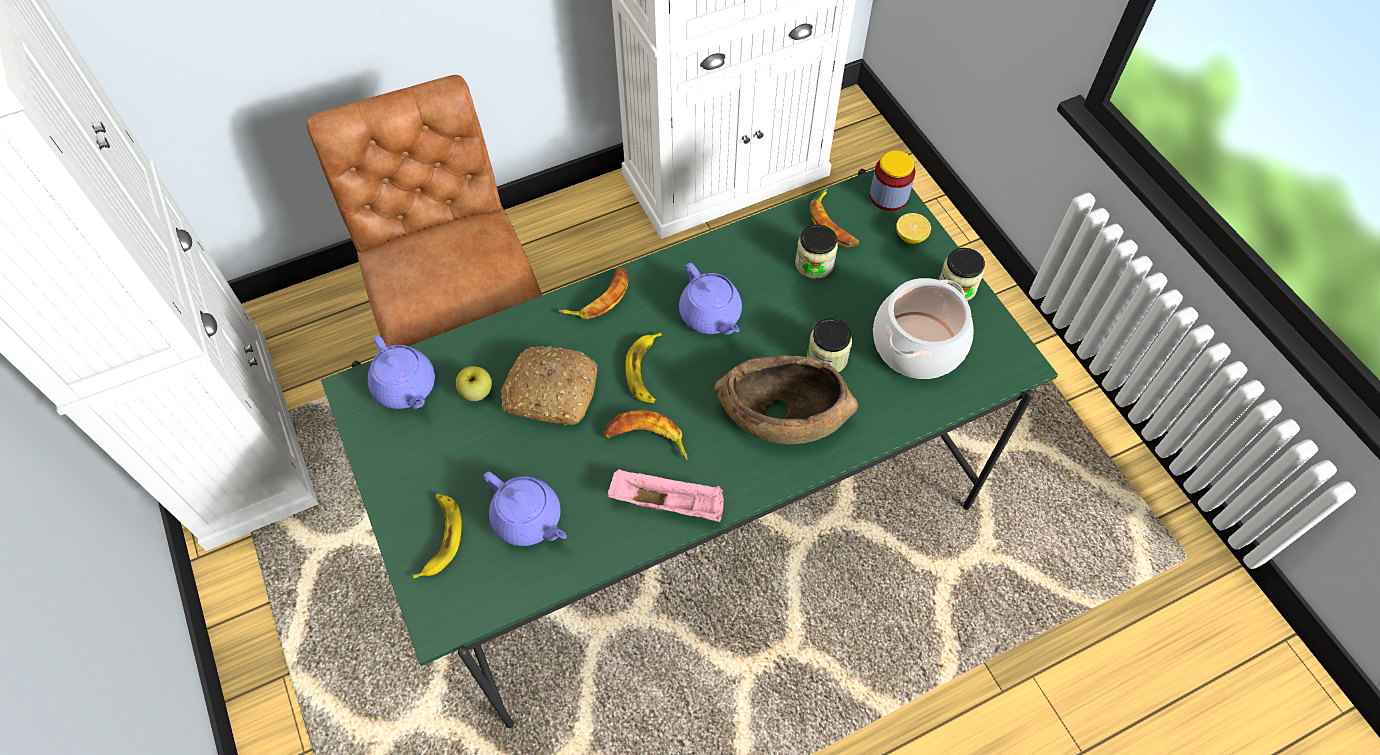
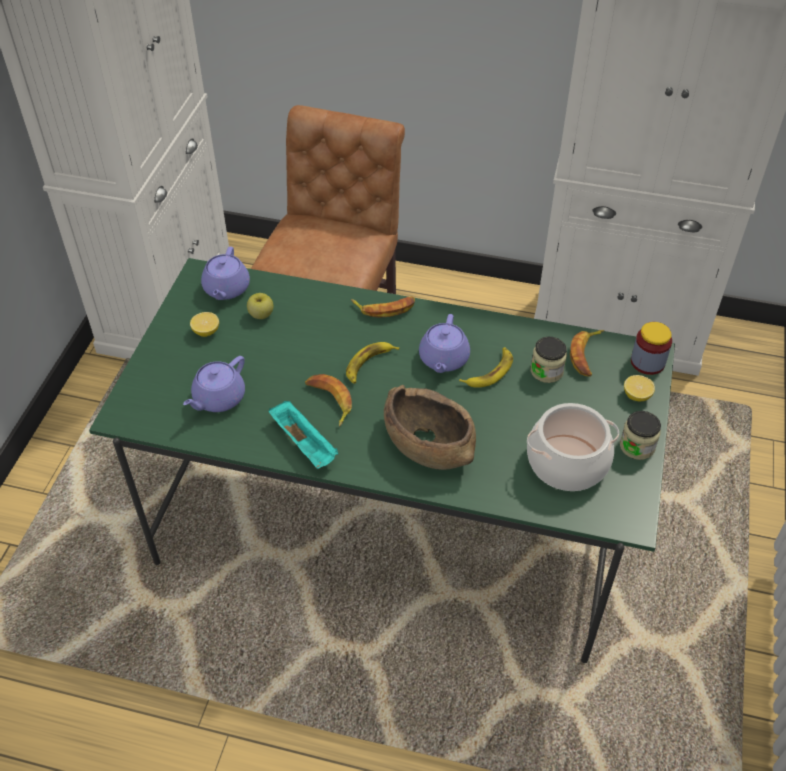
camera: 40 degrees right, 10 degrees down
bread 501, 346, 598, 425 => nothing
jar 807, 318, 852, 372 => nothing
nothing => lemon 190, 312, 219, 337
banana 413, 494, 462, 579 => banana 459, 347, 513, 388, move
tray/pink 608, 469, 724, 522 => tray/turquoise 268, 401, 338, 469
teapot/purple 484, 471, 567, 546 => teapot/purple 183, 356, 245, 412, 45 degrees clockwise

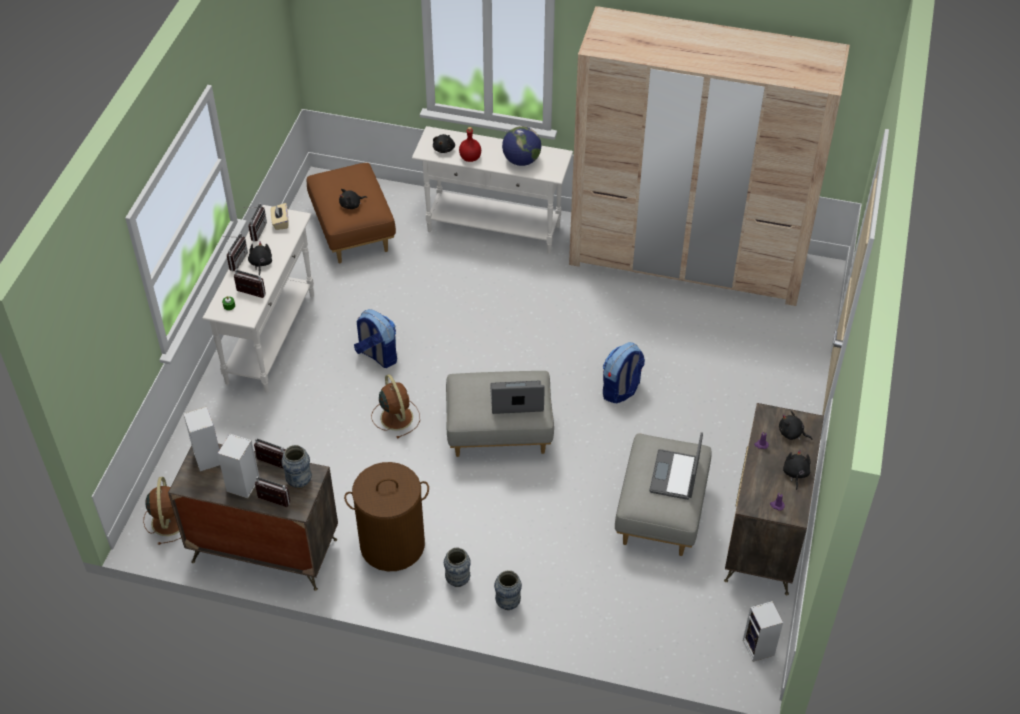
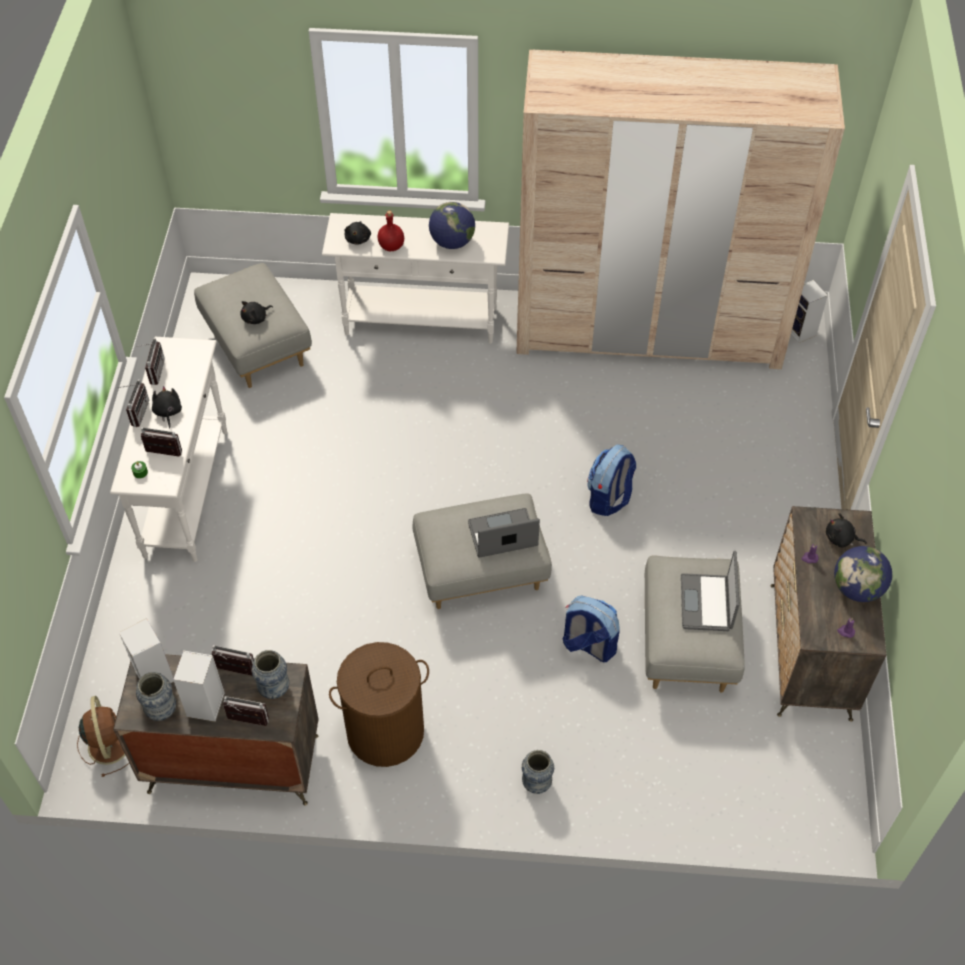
camera: 10 degrees left, 5 degrees up
tissue box/beige 271, 203, 288, 230 => nothing
fan/brown 371, 374, 420, 438 => nothing
backpack 354, 309, 397, 368 => backpack 562, 596, 620, 662, move
vase 444, 548, 471, 587 => vase 136, 672, 176, 721, move
speaker 743, 601, 783, 662 => speaker 791, 280, 828, 343, move
plush toy/black 783, 450, 810, 490 => globe 834, 546, 892, 602
ottoman/brown 307, 163, 396, 264 => ottoman/grey 194, 263, 312, 388

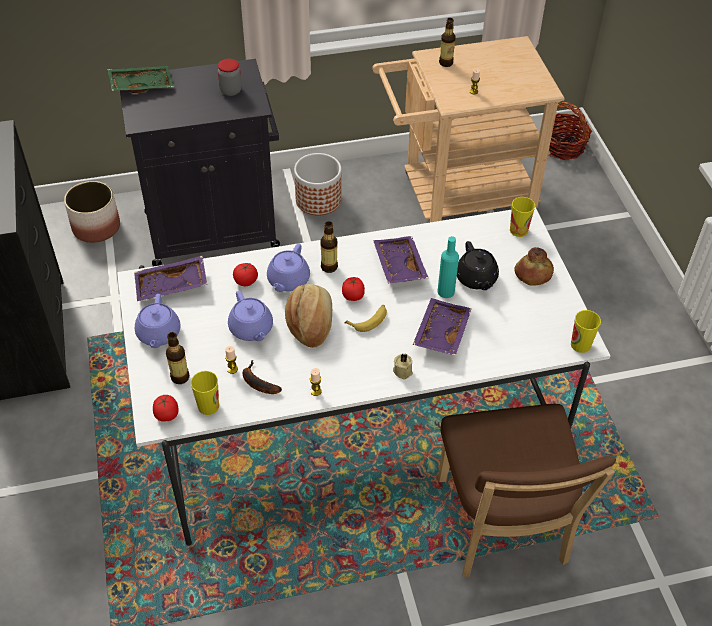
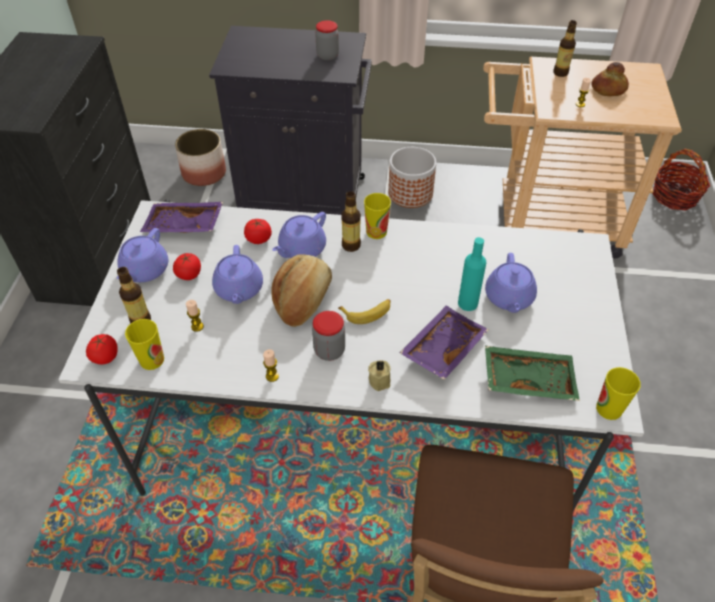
camera: 20 degrees right, 0 degrees up
banana 243, 360, 282, 394 => nothing
tray/purple 373, 236, 428, 284 => nothing
nothing => jar 312, 311, 345, 361
tray/green 107, 66, 174, 93 => tray/green 485, 346, 580, 401, move
tomato 342, 277, 365, 301 => tomato 173, 253, 201, 280, move
cup 510, 197, 535, 237 => cup 364, 193, 391, 239, move
bread 515, 247, 554, 286 => bread 591, 62, 629, 96, move
teapot/black 457, 241, 499, 290 => teapot/purple 485, 253, 537, 313

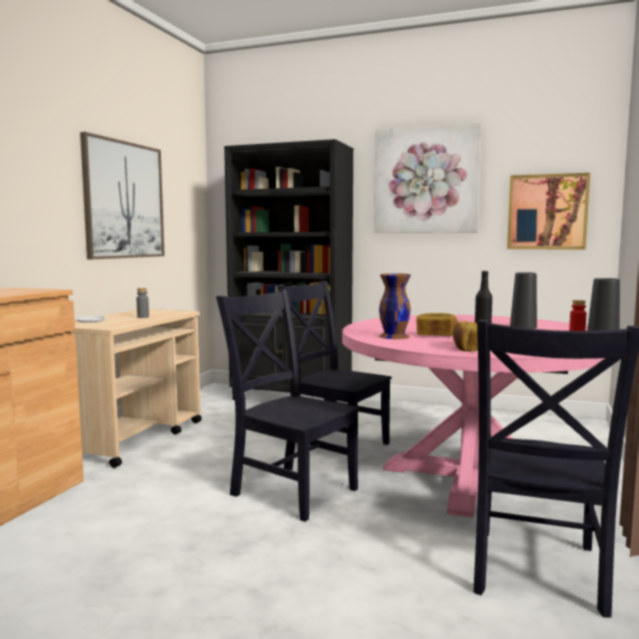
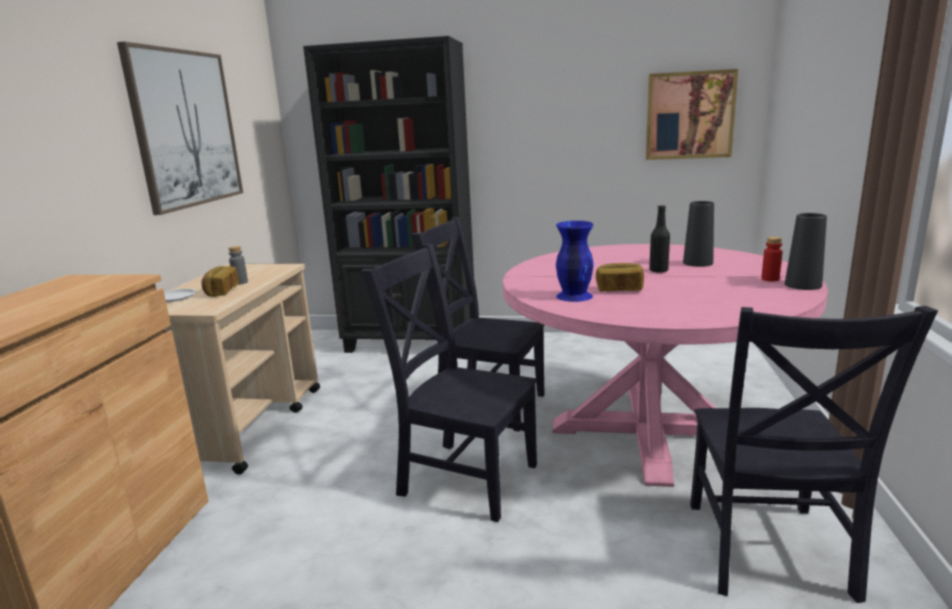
camera: 10 degrees left, 10 degrees up
picture 374, 122, 482, 233 => nothing
bread 453, 321, 478, 352 => bread 202, 266, 239, 297, move
vase/brown 379, 273, 411, 339 => vase/blue 556, 221, 594, 302

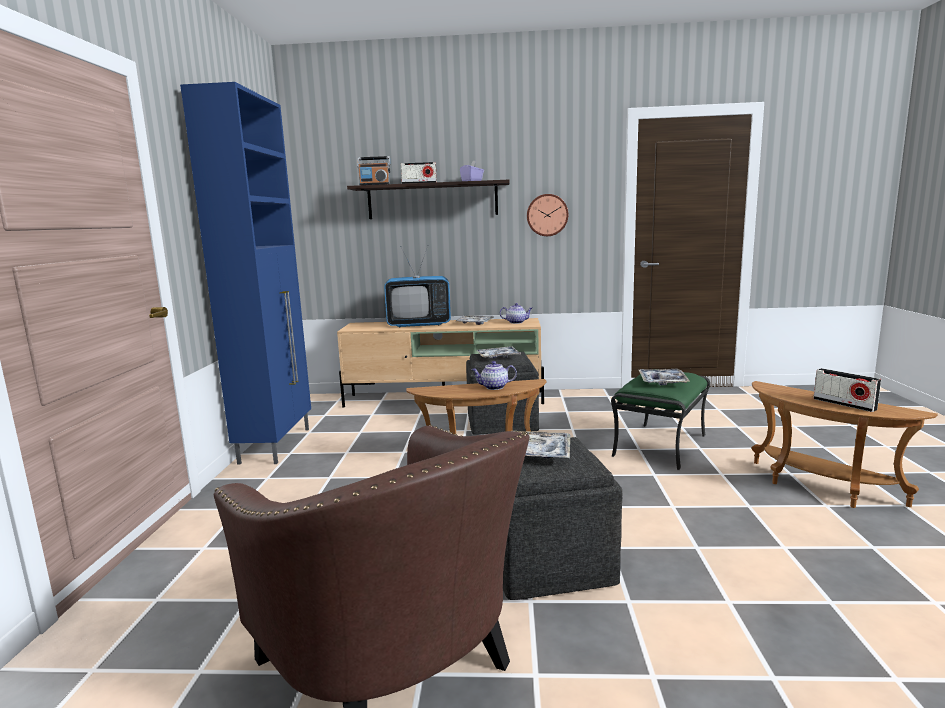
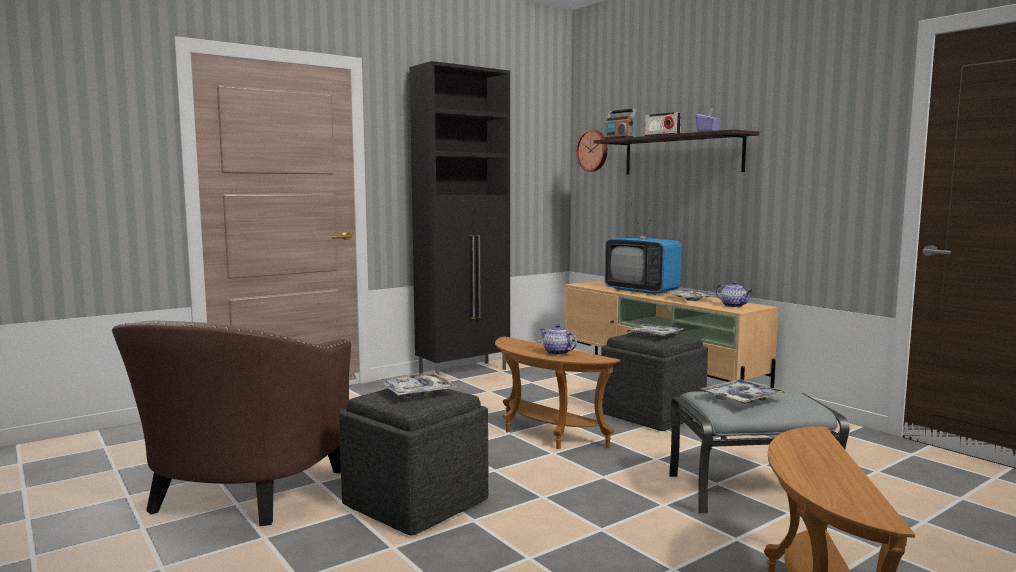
camera: 50 degrees right, 5 degrees down
radio 813, 368, 881, 412 => nothing
wall clock 527, 194, 568, 236 => wall clock 576, 130, 608, 171, move
cabinet/blue 180, 82, 311, 465 => cabinet/black 410, 61, 510, 379
ottoman/green 611, 369, 710, 470 => ottoman/grey 669, 389, 849, 514

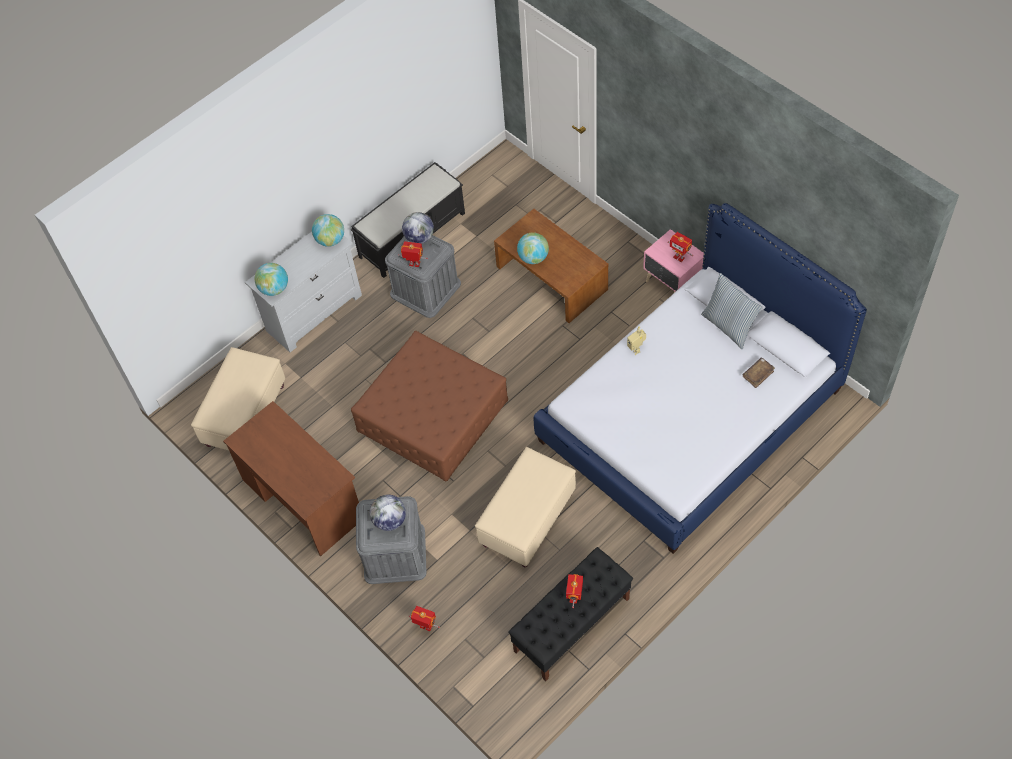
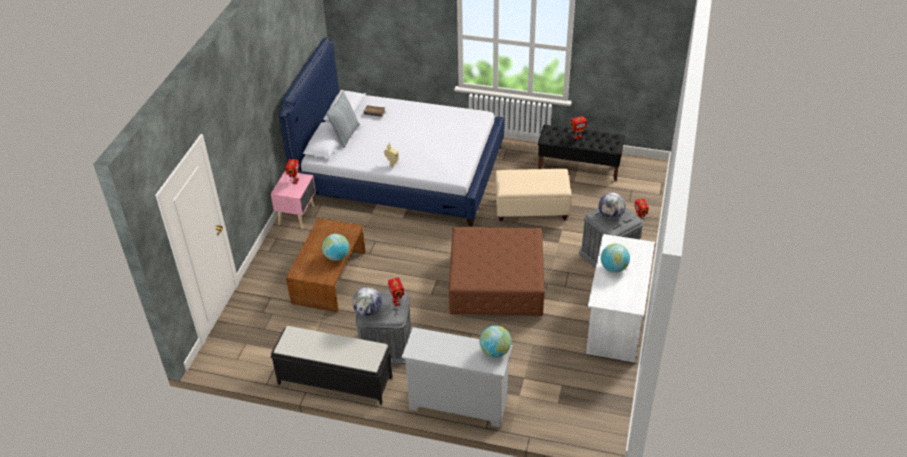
camera: 125 degrees left, 15 degrees down
ottoman/beige 191, 347, 285, 450 => nothing
globe 312, 214, 344, 247 => globe 601, 244, 630, 273, move
desk/brown 223, 401, 359, 556 => desk/white 586, 234, 655, 363

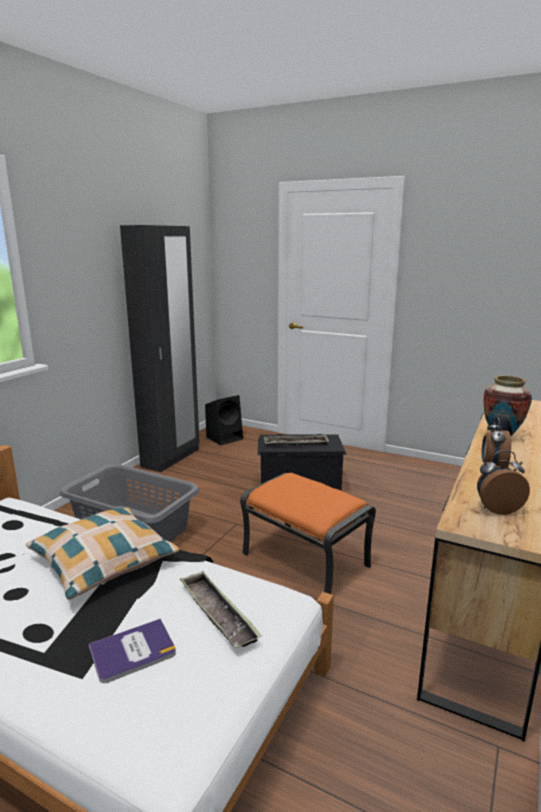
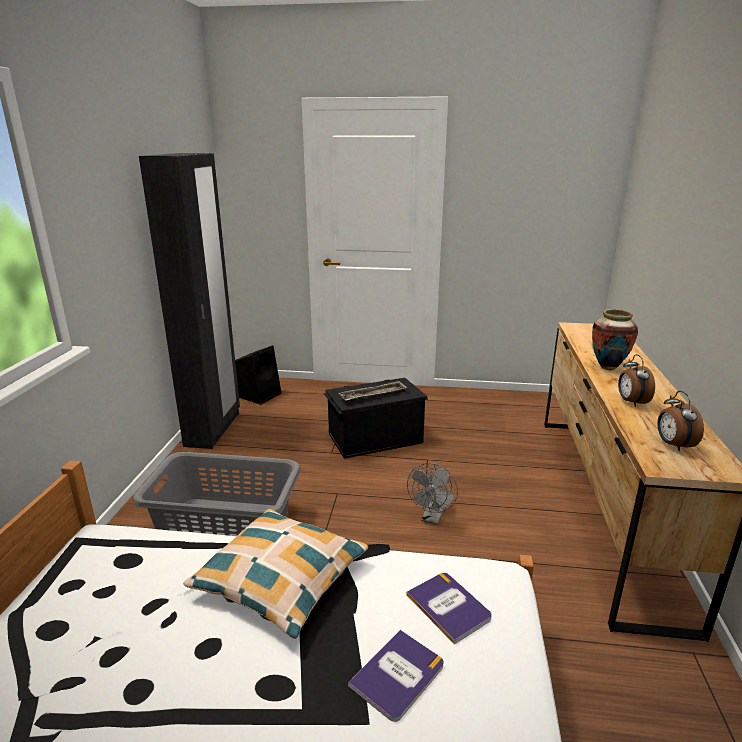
camera: 20 degrees left, 5 degrees up
tray 180, 571, 262, 648 => book 406, 573, 492, 644
ottoman/orange 240, 473, 376, 594 => fan/grey 407, 463, 458, 525
alarm clock 477, 450, 530, 515 => alarm clock 657, 391, 704, 451, 75 degrees counterclockwise

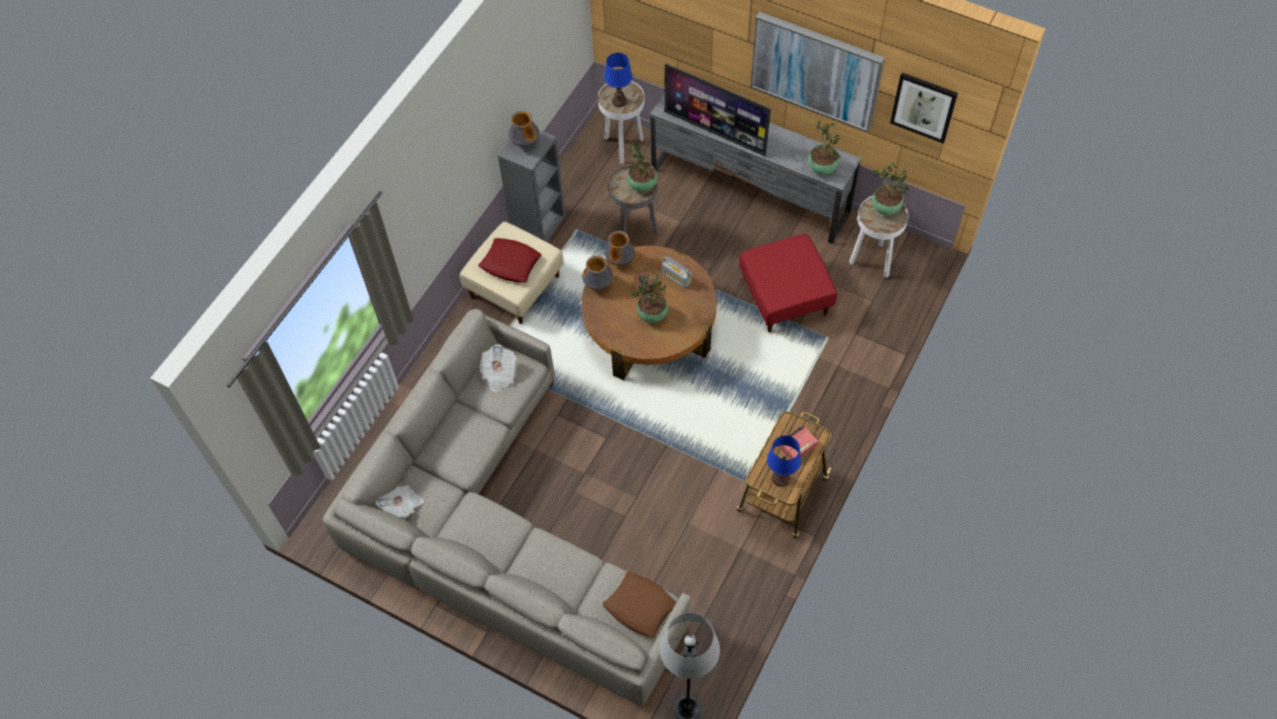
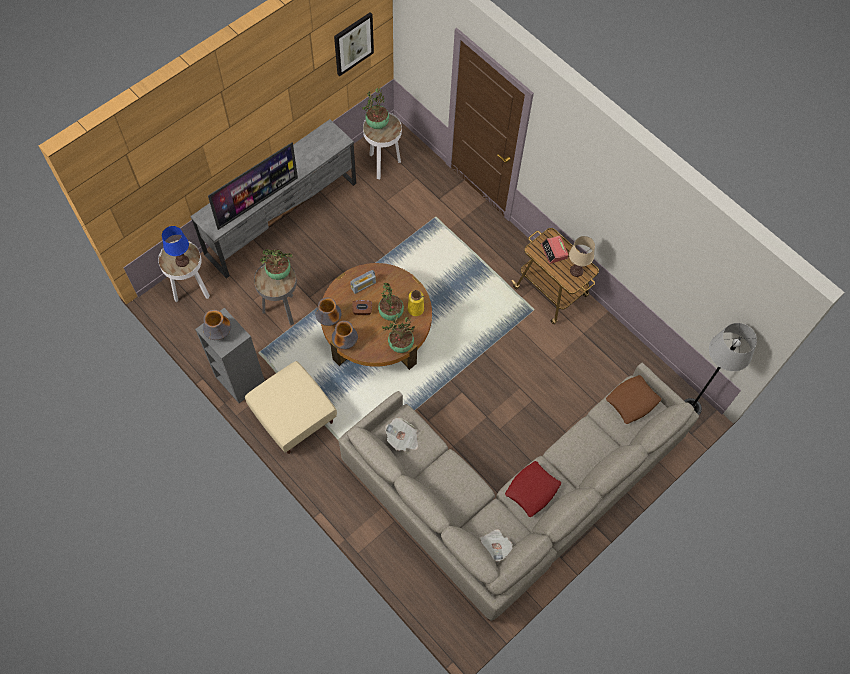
camera: 75 degrees left, 5 degrees up
ottoman/red 739, 234, 837, 333 => nothing
picture 750, 12, 885, 132 => nothing
nothing => vase/yellow 408, 290, 424, 316
pillow/red 478, 238, 541, 283 => pillow/red 505, 461, 561, 517, move
potted plant 808, 121, 840, 175 => potted plant 382, 315, 415, 353, move
table lamp/blue 767, 436, 801, 487 => table lamp/beige 569, 236, 595, 277

